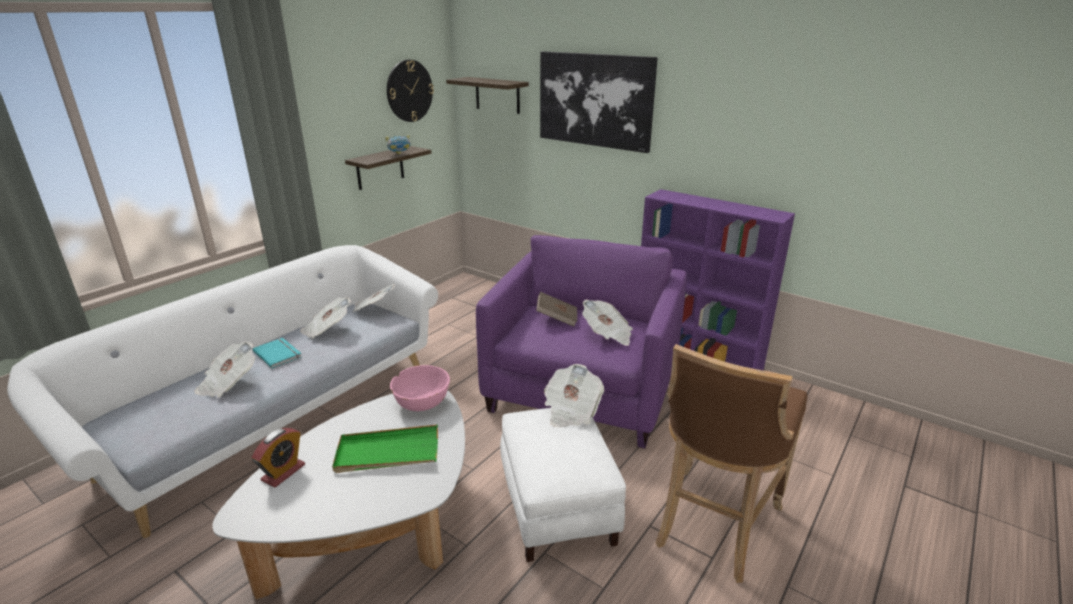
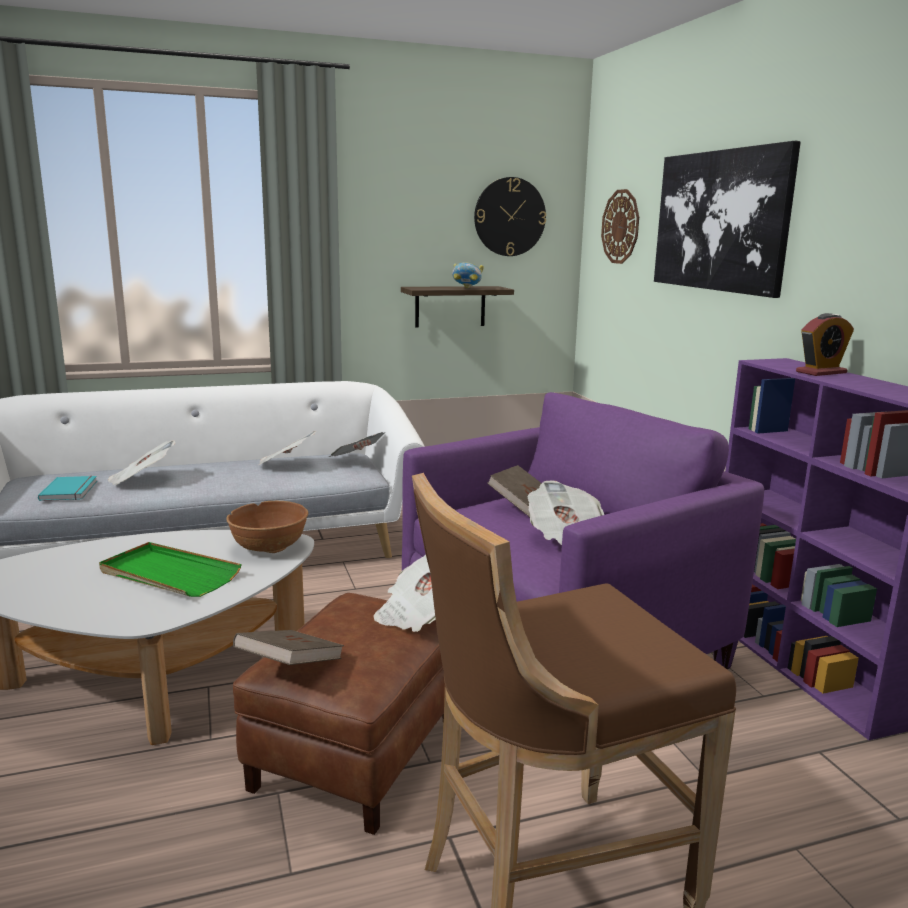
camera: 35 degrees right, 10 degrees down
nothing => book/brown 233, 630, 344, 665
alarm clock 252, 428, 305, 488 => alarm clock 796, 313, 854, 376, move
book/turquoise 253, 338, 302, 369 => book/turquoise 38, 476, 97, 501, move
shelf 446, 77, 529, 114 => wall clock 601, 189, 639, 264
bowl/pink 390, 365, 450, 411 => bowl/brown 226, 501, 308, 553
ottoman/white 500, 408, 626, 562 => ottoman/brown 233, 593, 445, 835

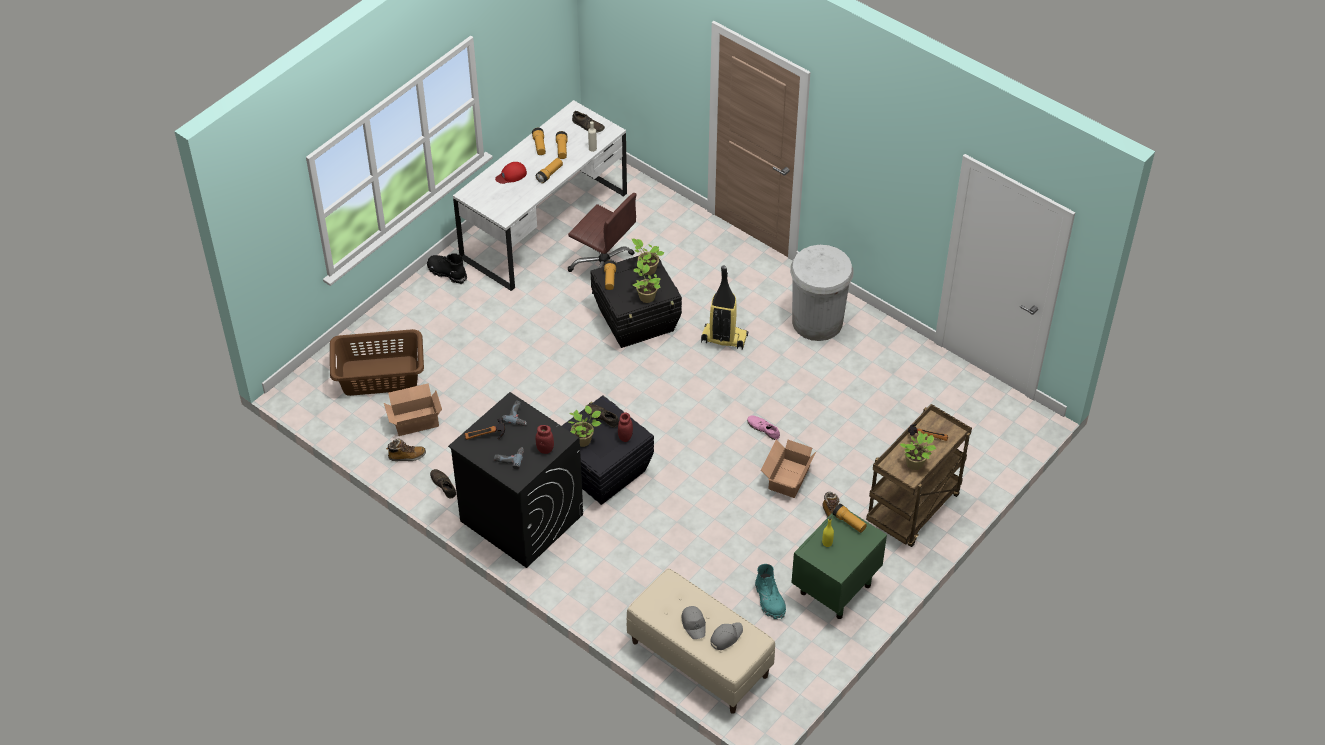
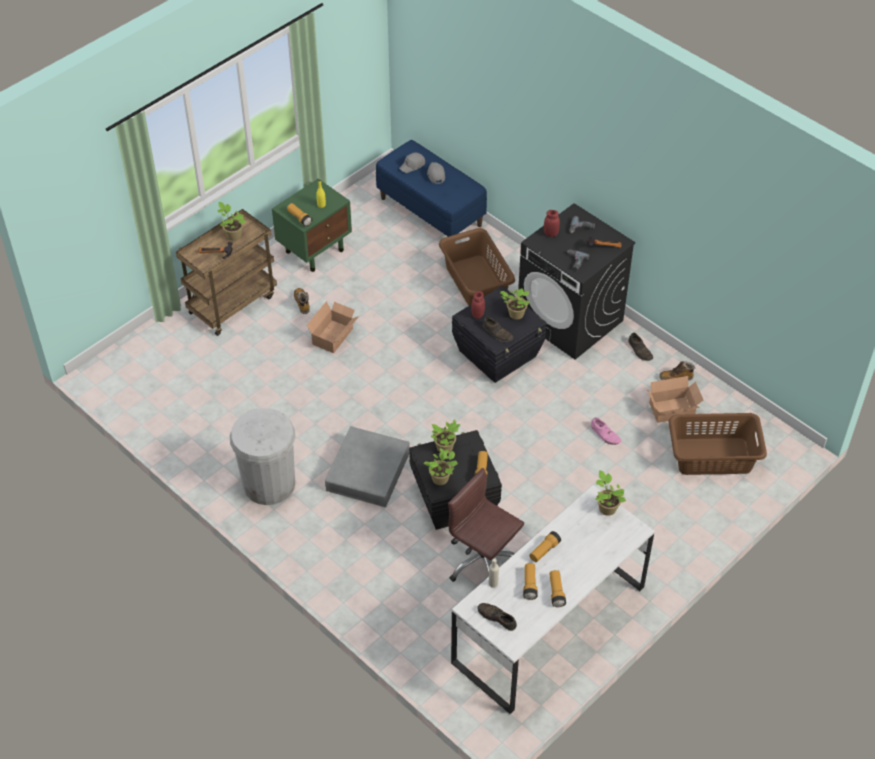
camera: 175 degrees left, 0 degrees up
boot/black 427, 253, 467, 284 => nothing
cap/red 495, 162, 527, 184 => nothing
boot/turquoise 755, 564, 786, 620 => nothing
nothing => laundry basket/brown 439, 228, 515, 305
nothing => potted plant 595, 470, 626, 516
shoe/pink 747, 415, 780, 440 => shoe/pink 591, 417, 621, 445, move
vacuum cleaner 701, 266, 748, 350 => storage box/grey 325, 426, 410, 507
bench/beige 626, 568, 775, 714 => bench/blue 376, 140, 487, 237

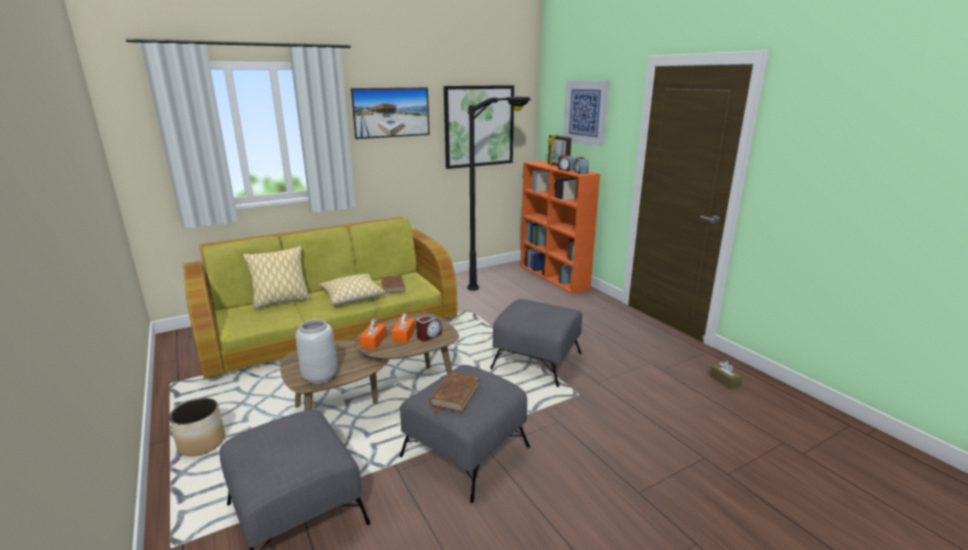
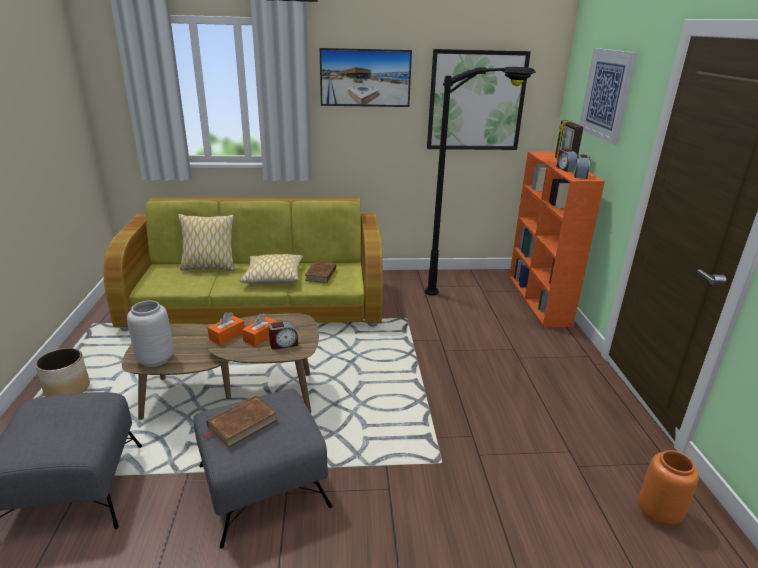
camera: 25 degrees right, 5 degrees up
ottoman/grey 490, 299, 582, 387 => nothing
tissue box/brown 710, 361, 743, 389 => vase/orange 639, 450, 699, 526

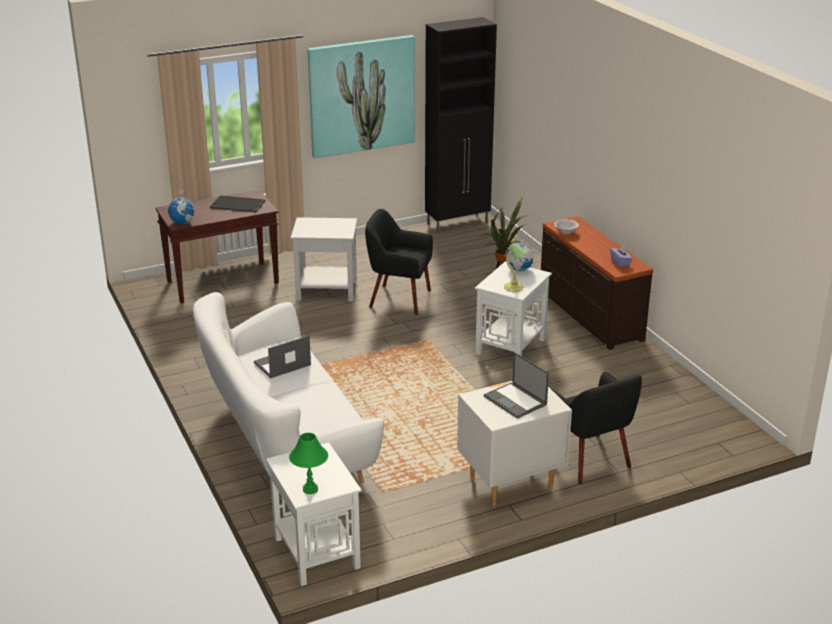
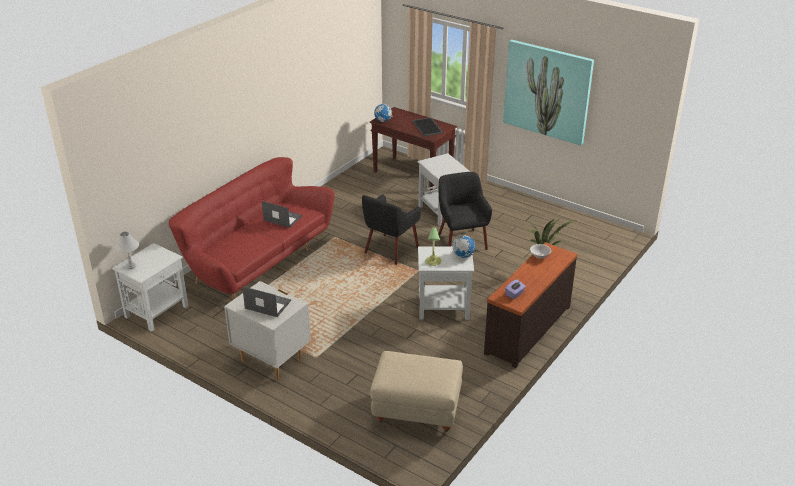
camera: 60 degrees right, 5 degrees up
cabinet/black 425, 17, 497, 233 => nothing
nothing => ottoman/beige 370, 351, 463, 432
armchair/black 551, 372, 642, 484 => armchair/black 362, 195, 421, 265, move
sofa/white 193, 292, 384, 483 => sofa/red 169, 157, 335, 300
table lamp/green 289, 433, 328, 494 => table lamp/white 115, 231, 139, 269
laptop 484, 352, 549, 419 => laptop 242, 286, 291, 317, 90 degrees clockwise

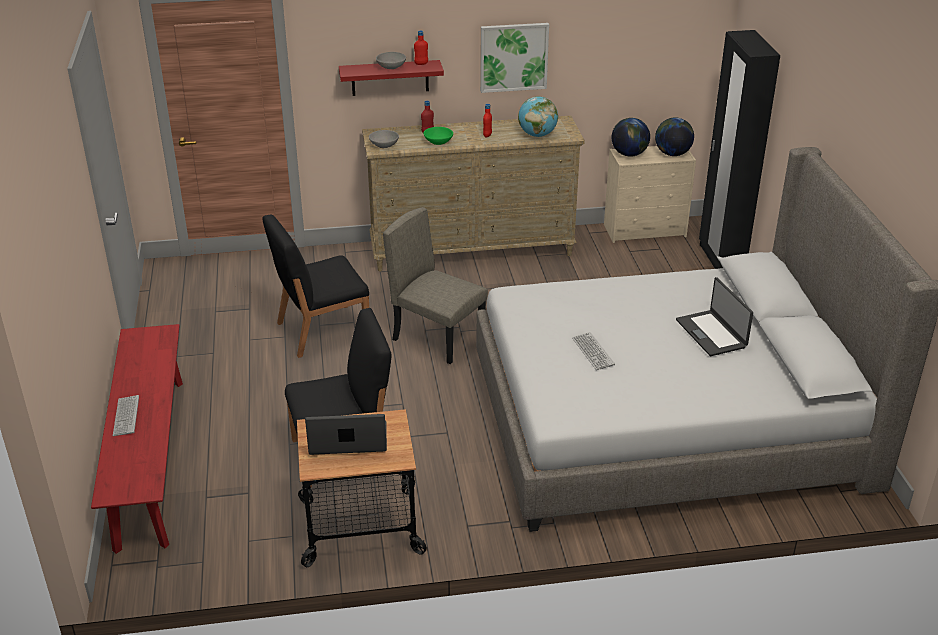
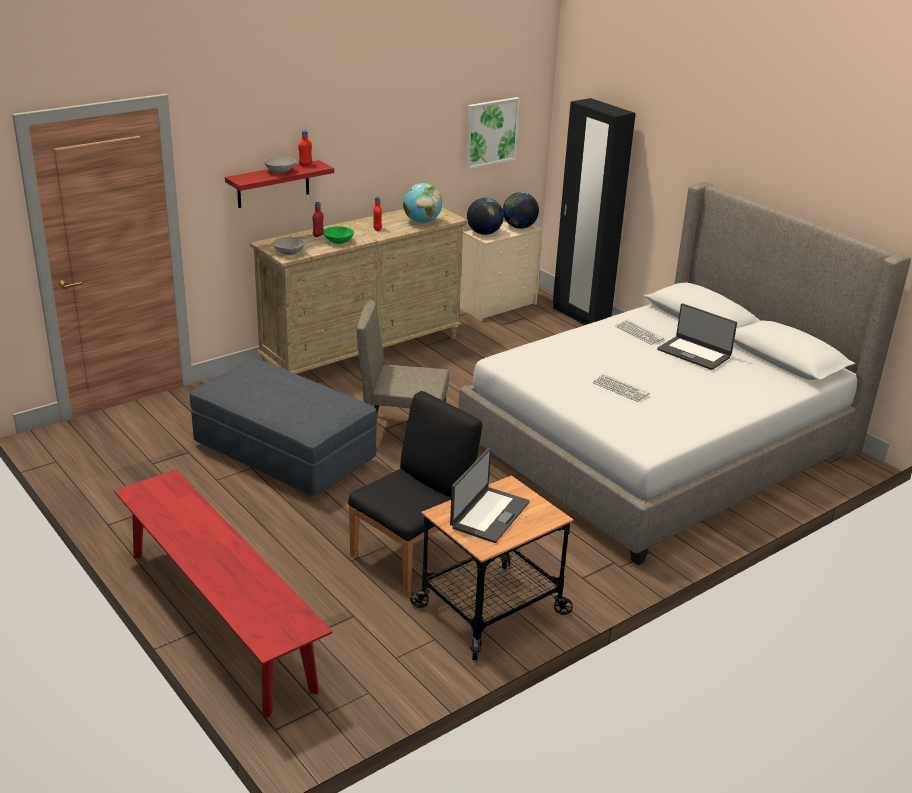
camera: 30 degrees left, 5 degrees down
keyboard 113, 395, 139, 436 => keyboard 615, 320, 664, 345, move
picture 480, 23, 549, 93 => picture 465, 97, 520, 169, move
chair/black 263, 215, 369, 358 => ottoman/grey 190, 359, 377, 496
laptop 305, 414, 387, 455 => laptop 450, 448, 530, 543, 150 degrees clockwise

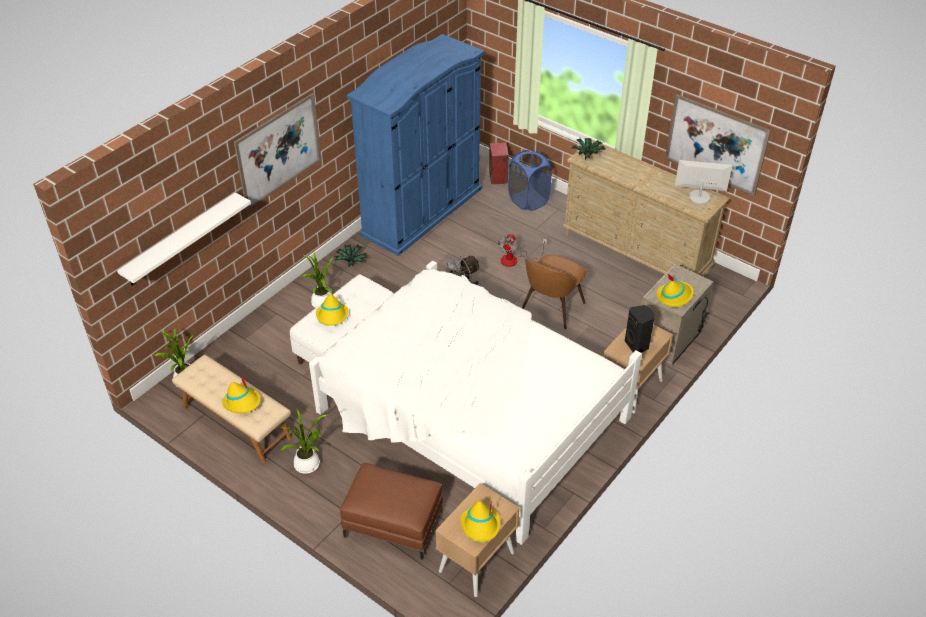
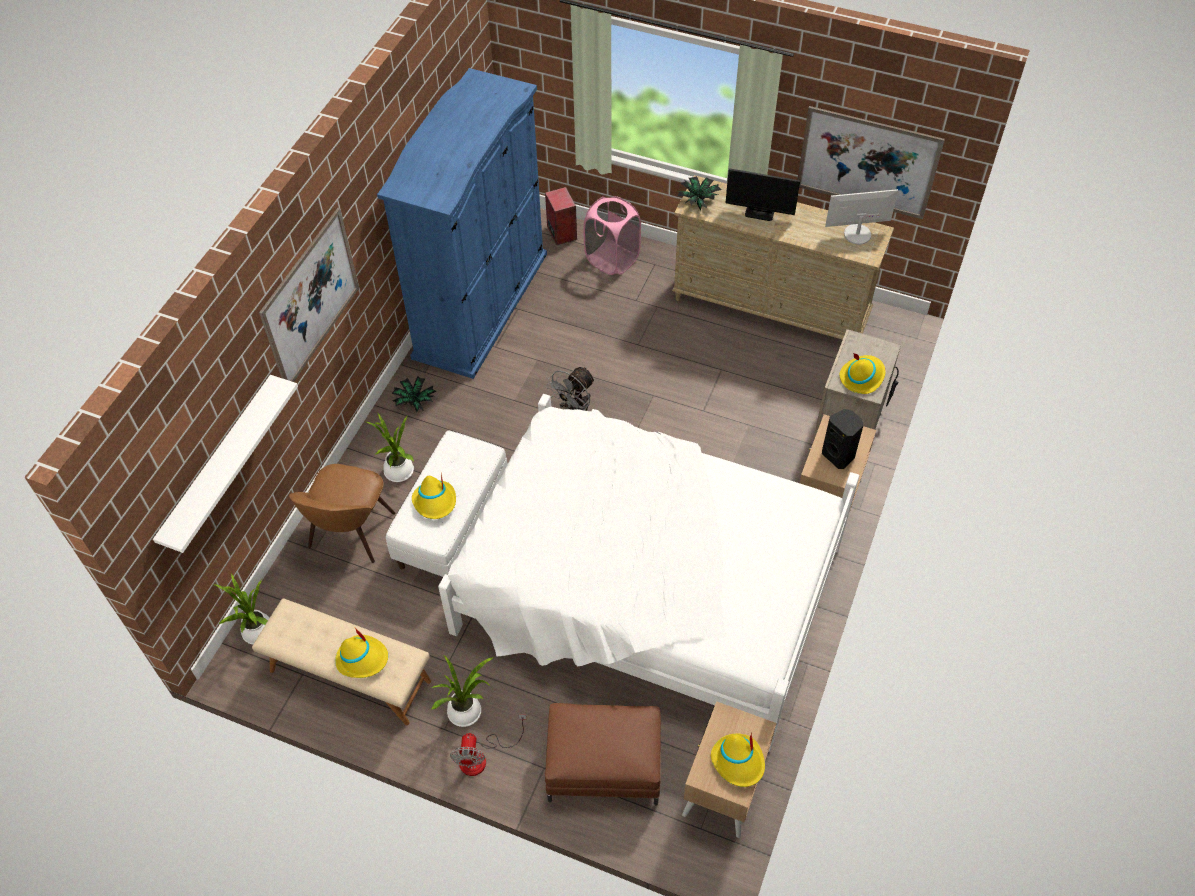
camera: 15 degrees left, 10 degrees up
nothing => monitor 725, 169, 800, 221
fan 498, 234, 547, 267 => fan 450, 715, 526, 776, move
chair/brown 522, 254, 586, 329 => chair/brown 289, 464, 395, 563, move
laundry basket/blue 508, 150, 552, 211 => laundry basket/pink 583, 196, 641, 275

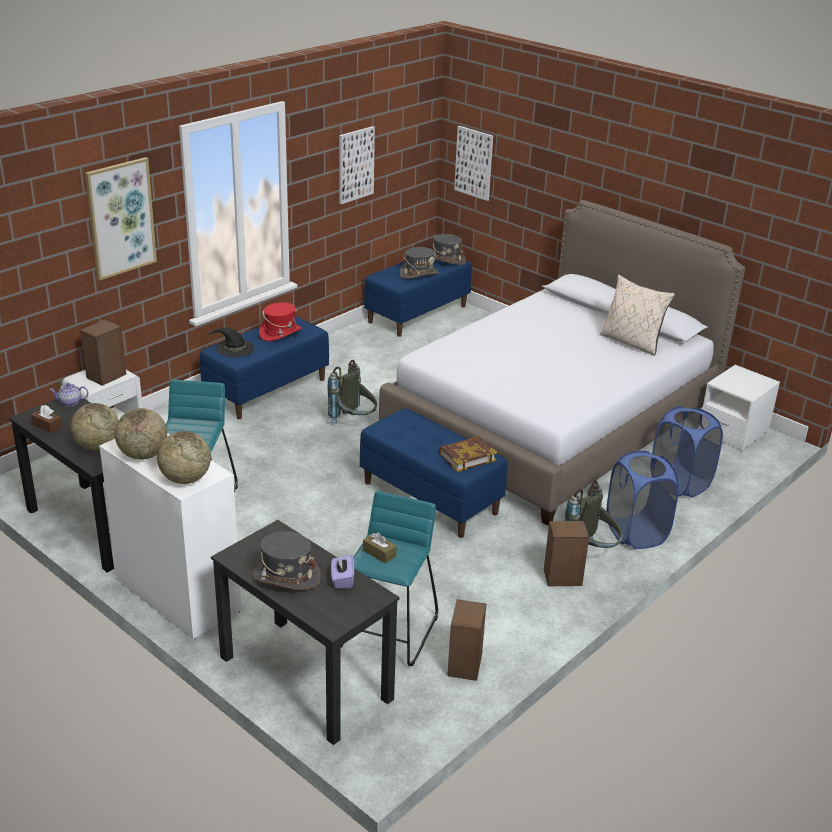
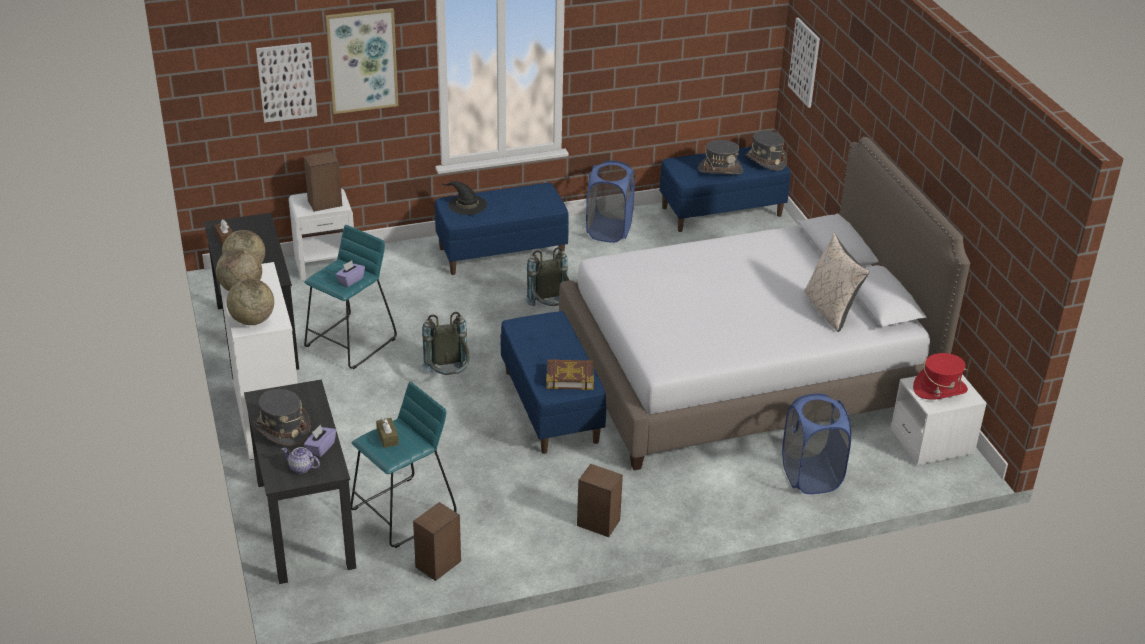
camera: 30 degrees right, 5 degrees up
nothing => tissue box/purple 335, 260, 365, 287
teapot 49, 383, 88, 406 => teapot 282, 447, 320, 474, move
hat/red 259, 302, 302, 341 => hat/red 913, 353, 968, 400, move
picture 339, 126, 375, 204 => picture 256, 42, 317, 123, move
backpack/grey 565, 480, 623, 548 => backpack/grey 421, 312, 470, 375, move
laundry basket/blue 607, 451, 679, 549 => laundry basket/blue 586, 161, 635, 243, move

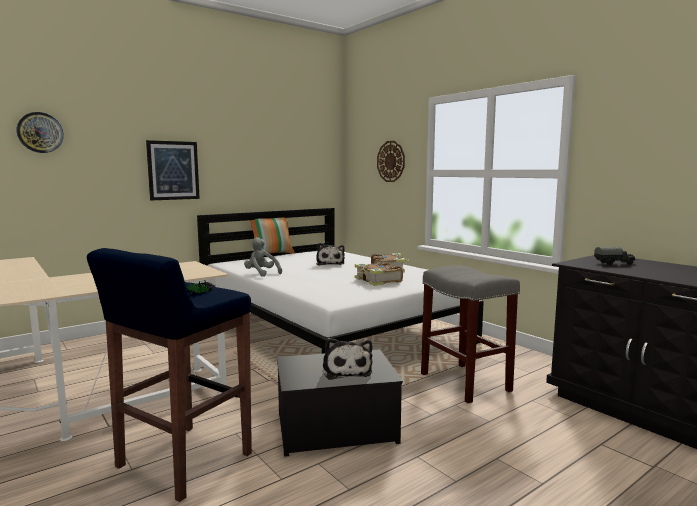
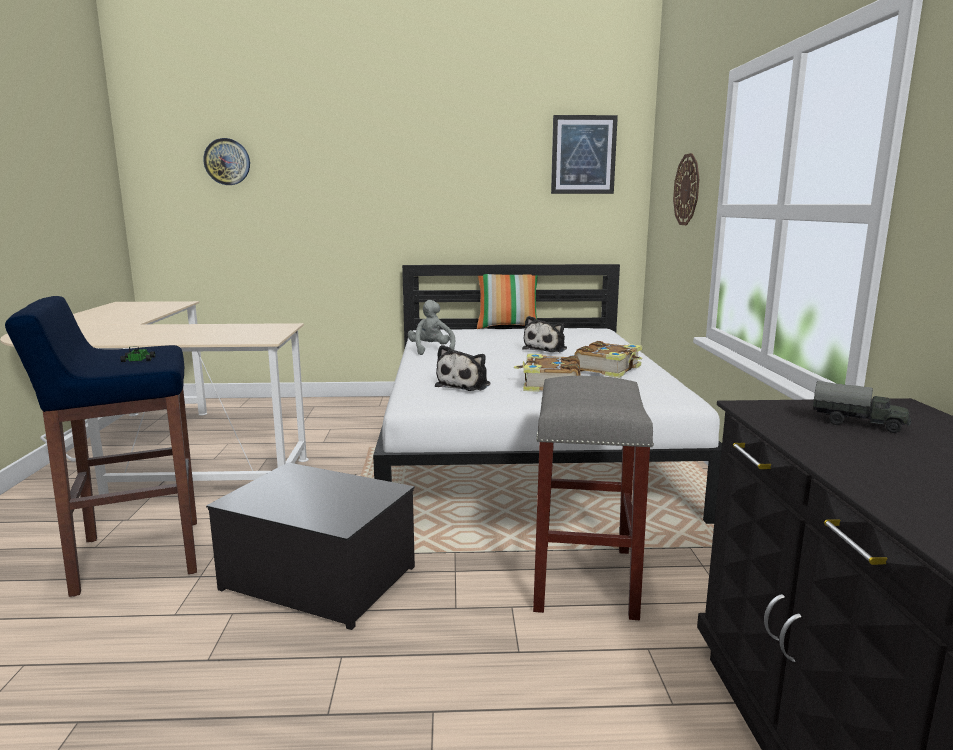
camera: 35 degrees right, 5 degrees up
picture 146, 140, 200, 200 => picture 551, 115, 618, 194, move
plush toy 323, 338, 373, 380 => plush toy 435, 345, 490, 391, move

